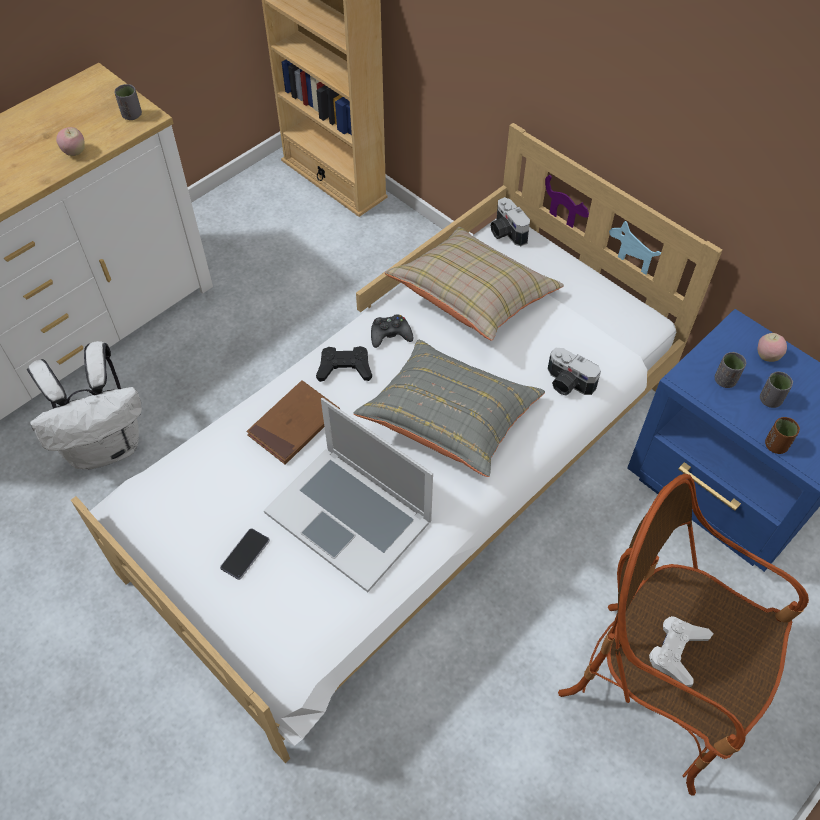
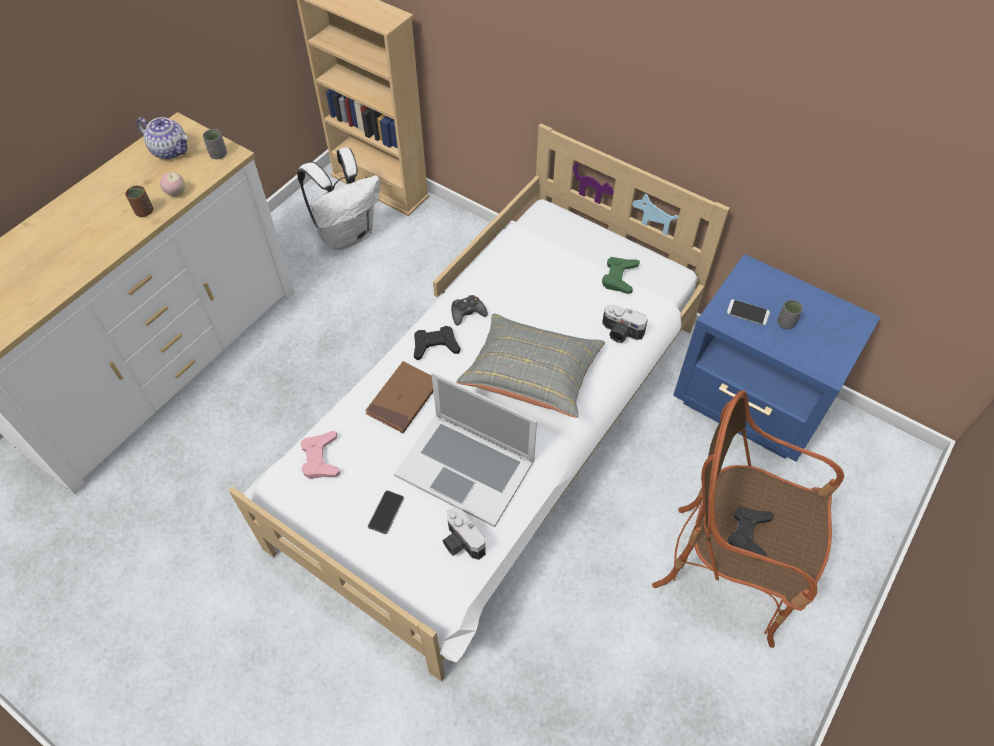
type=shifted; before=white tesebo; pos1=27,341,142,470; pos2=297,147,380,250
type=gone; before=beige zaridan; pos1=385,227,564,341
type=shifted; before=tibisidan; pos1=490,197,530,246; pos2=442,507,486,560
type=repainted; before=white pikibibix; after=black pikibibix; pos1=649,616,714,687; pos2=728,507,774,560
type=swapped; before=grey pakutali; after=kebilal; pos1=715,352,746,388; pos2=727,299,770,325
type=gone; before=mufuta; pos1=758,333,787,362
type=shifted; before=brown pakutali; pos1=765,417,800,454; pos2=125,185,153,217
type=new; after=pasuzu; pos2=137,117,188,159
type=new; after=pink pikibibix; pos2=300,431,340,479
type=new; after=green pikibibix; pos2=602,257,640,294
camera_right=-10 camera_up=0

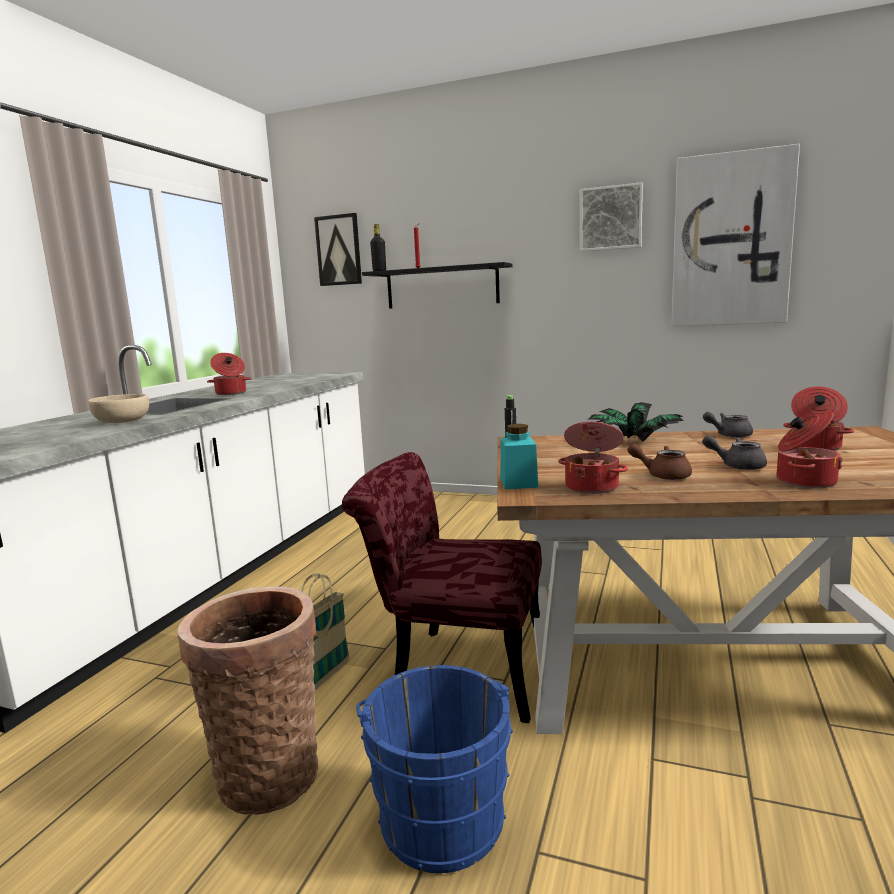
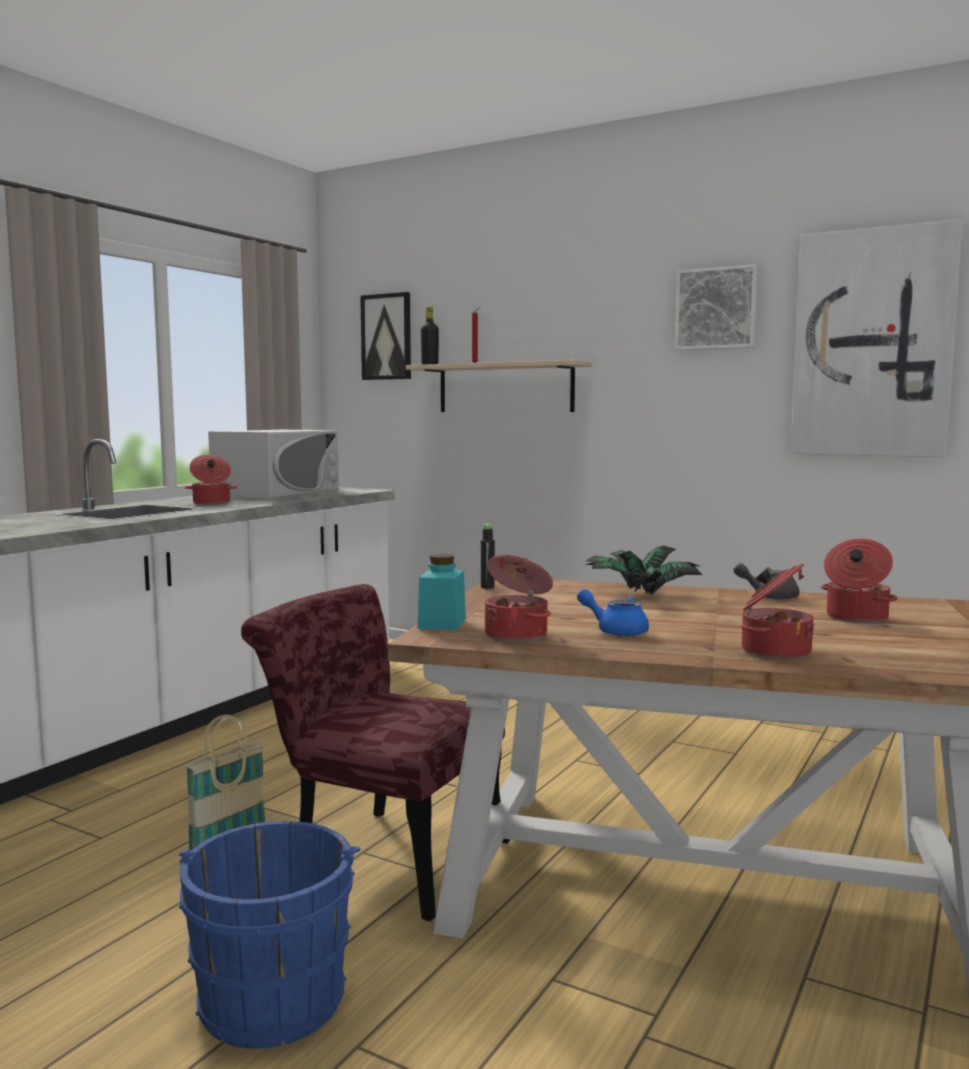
type=gone; before=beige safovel; pos1=88,394,149,423
type=gone; before=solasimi; pos1=177,587,318,815
type=repainted; before=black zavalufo; after=beige zavalufo; pos1=362,262,513,309; pos2=406,360,592,412
type=repainted; before=brown pasuzu; after=blue pasuzu; pos1=627,444,692,480; pos2=577,589,649,637
type=gone; before=grey pasuzu; pos1=702,435,767,470
type=new; after=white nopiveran; pos2=208,430,339,499
camera_right=10 camera_up=-5

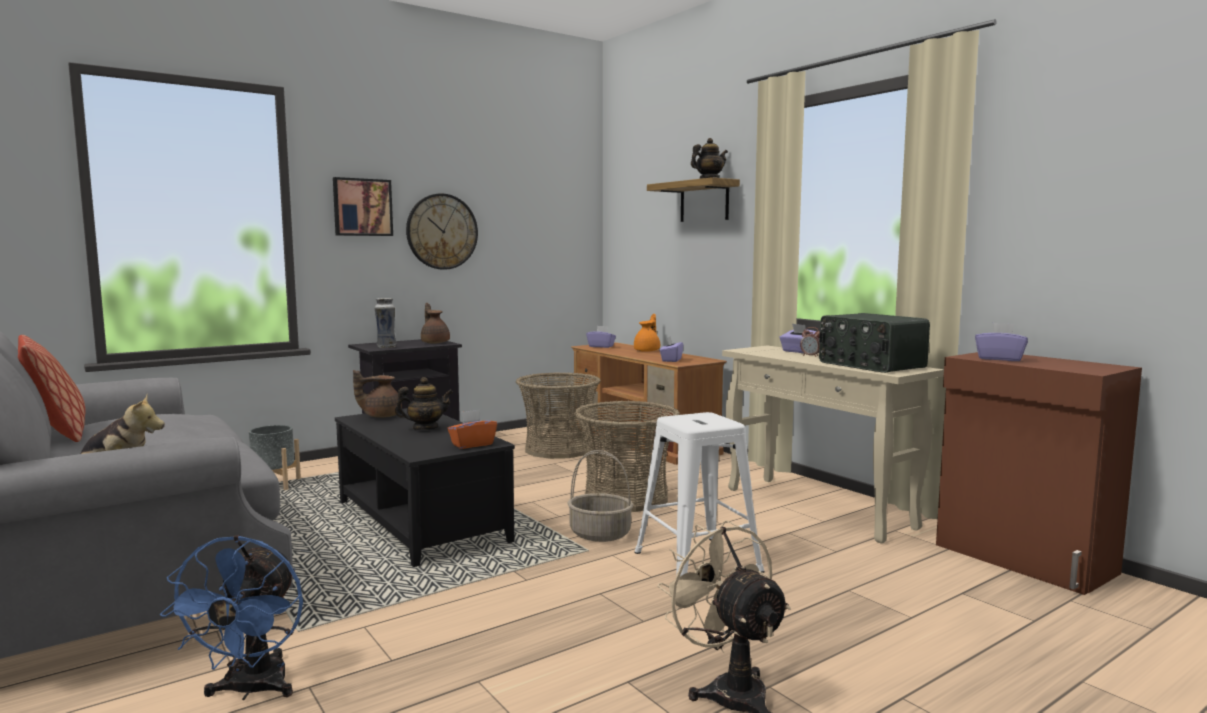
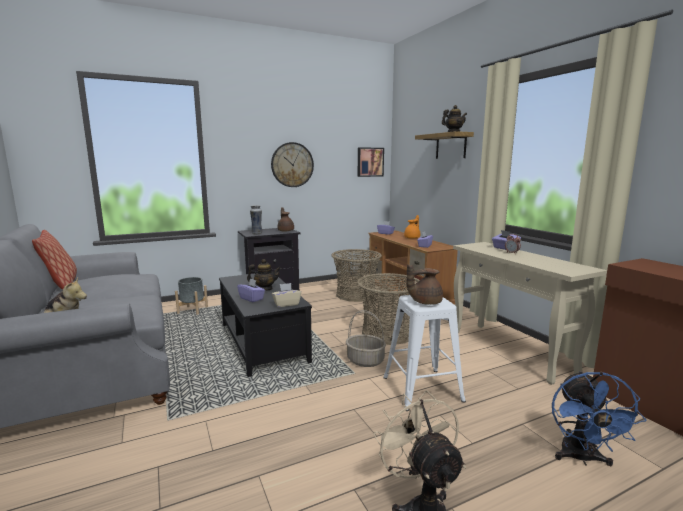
type=shifted; before=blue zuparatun; pos1=160,535,303,700; pos2=552,371,646,466
type=shifted; before=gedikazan; pos1=333,177,393,236; pos2=358,147,384,177
type=shifted; before=brown pasuzu; pos1=353,370,402,417; pos2=406,264,443,305
type=repainted; before=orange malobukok; after=beige malobukok; pos1=447,410,497,449; pos2=272,283,301,307
type=gone; before=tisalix; pos1=819,313,930,373
type=shifted; before=purple malobukok; pos1=975,323,1028,361; pos2=237,278,265,302
camera_right=10 camera_up=5

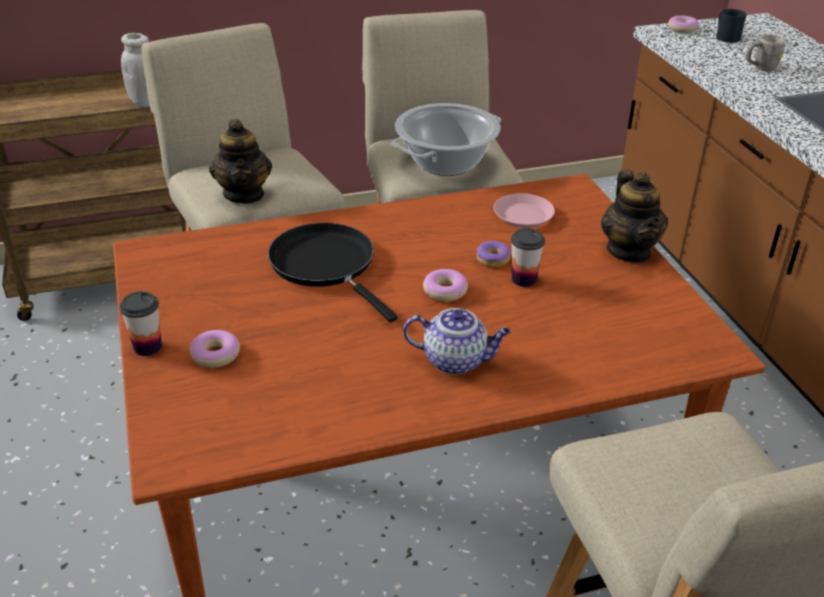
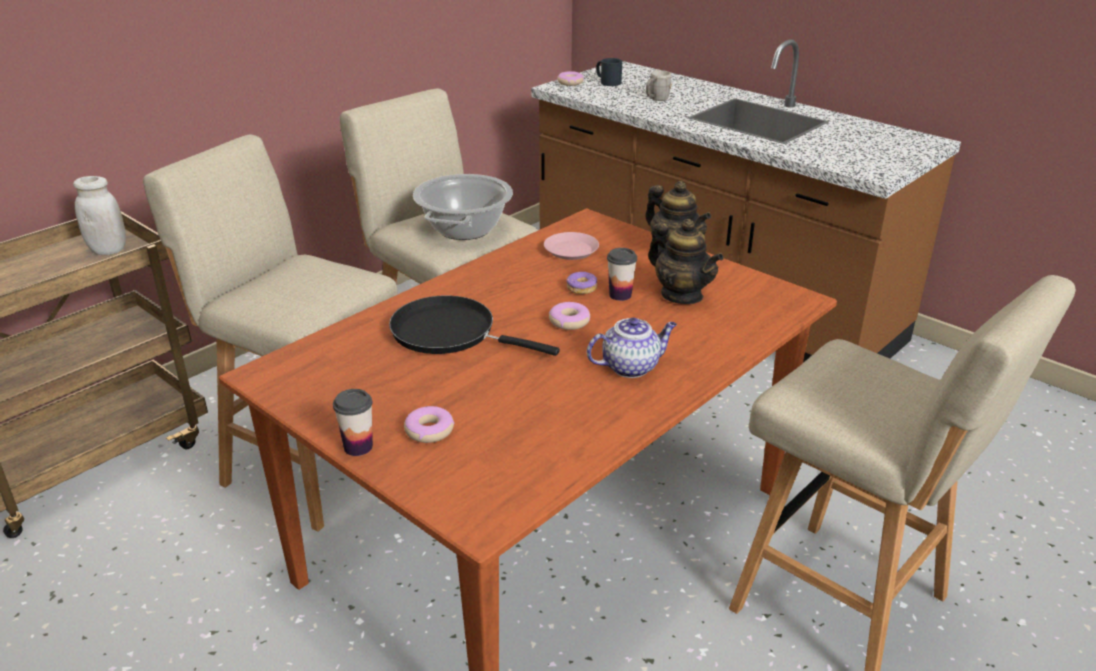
type=shifted; before=pasuzu; pos1=209,119,272,204; pos2=648,219,724,304
camera_right=-30 camera_up=-5

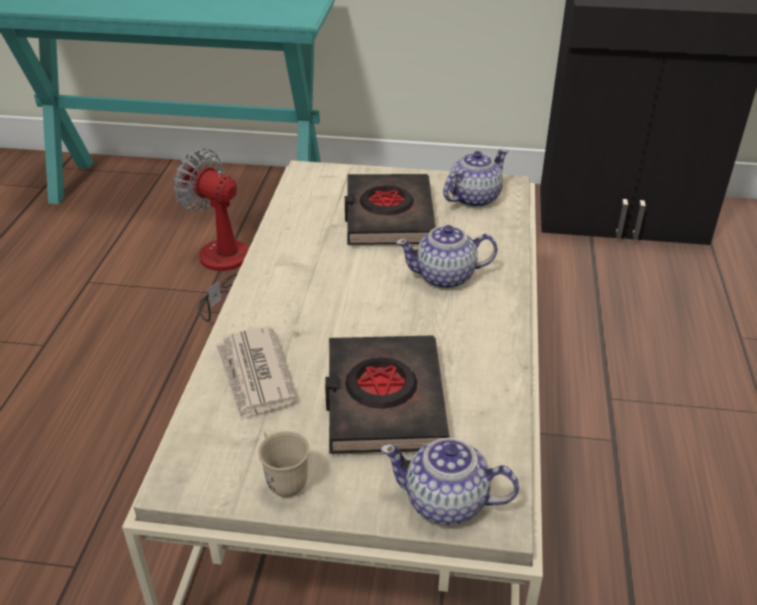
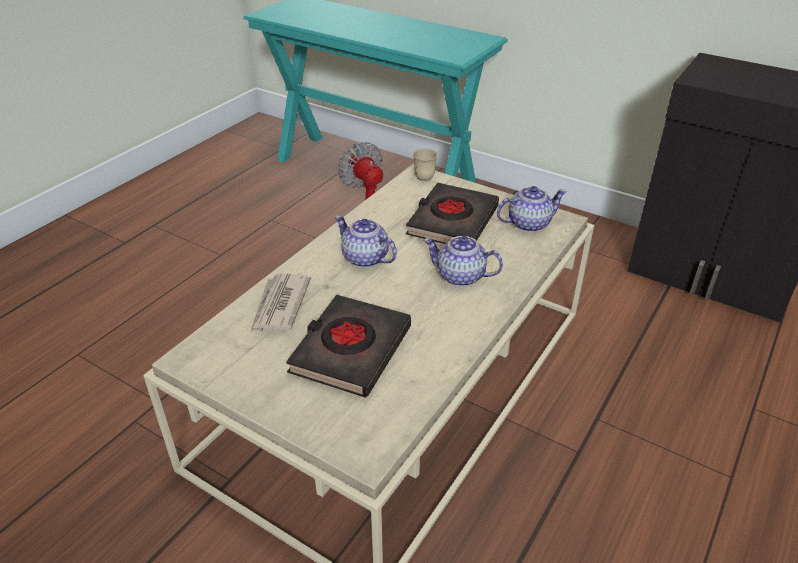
type=shifted; before=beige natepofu; pos1=258,430,310,498; pos2=413,149,438,181
type=shifted; before=pasuzu; pos1=380,438,519,525; pos2=335,215,397,268
camera_right=25 camera_up=0

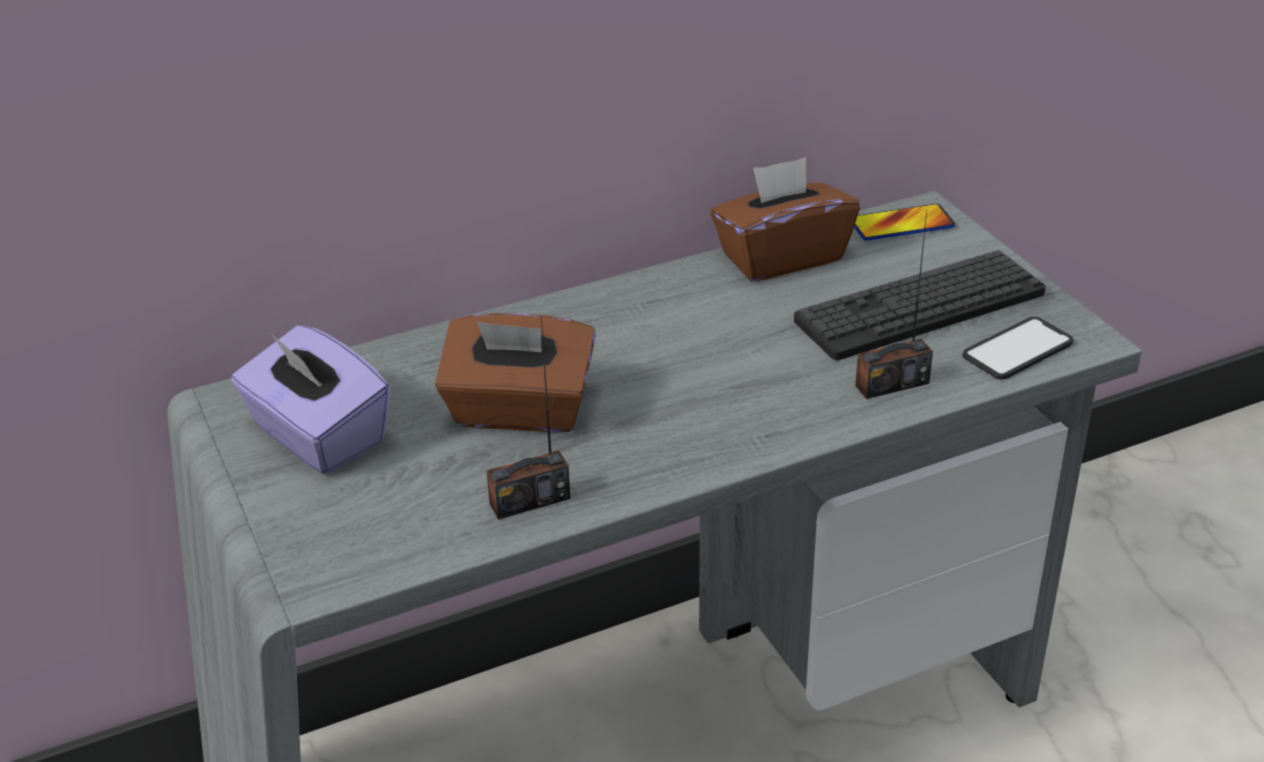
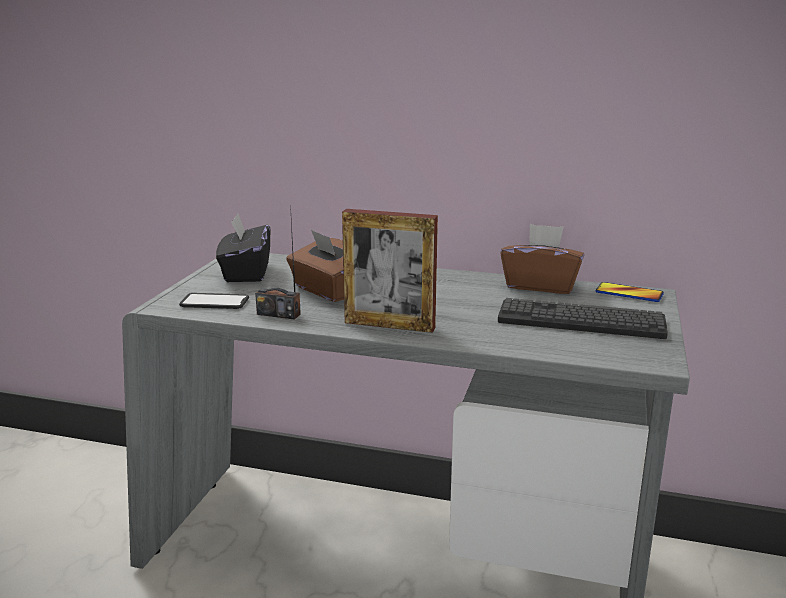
type=repainted; before=purple malobukok; after=black malobukok; pos1=231,325,390,474; pos2=216,213,270,282
type=gone; before=tisalix; pos1=855,210,933,399
type=shifted; before=kebilal; pos1=962,317,1074,379; pos2=179,293,249,309
type=new; after=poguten; pos2=342,209,438,333
camera_right=40 camera_up=-15

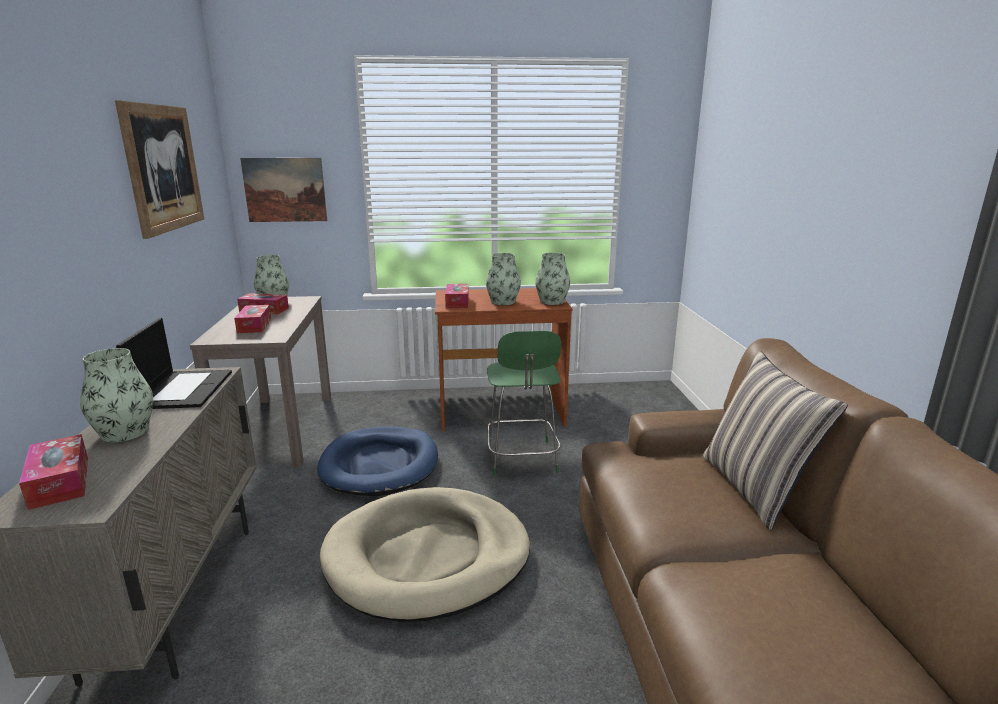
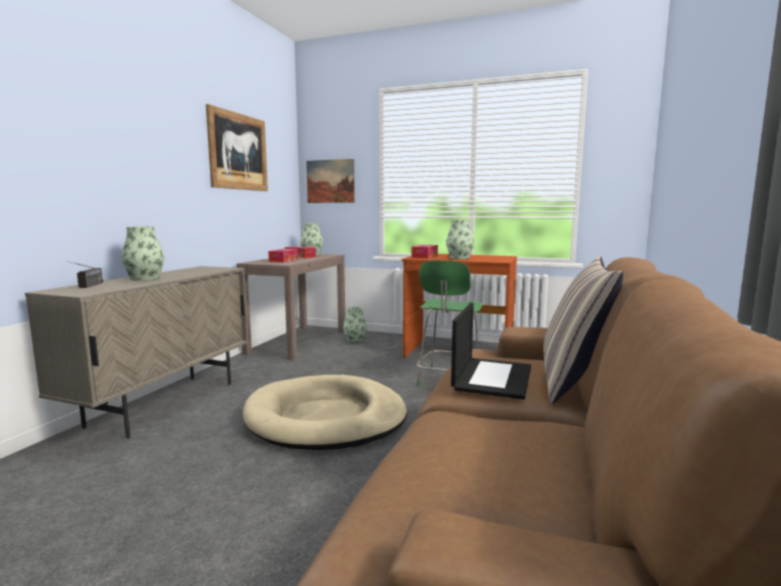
type=swapped; before=malobukok; after=tisalix; pos1=19,434,88,510; pos2=68,261,104,288
type=shifted; before=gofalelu; pos1=116,318,232,409; pos2=451,303,531,400
type=gone; before=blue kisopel; pos1=317,427,438,496
type=shifted; before=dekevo; pos1=535,253,570,305; pos2=343,307,367,342
camera_right=25 camera_up=-10

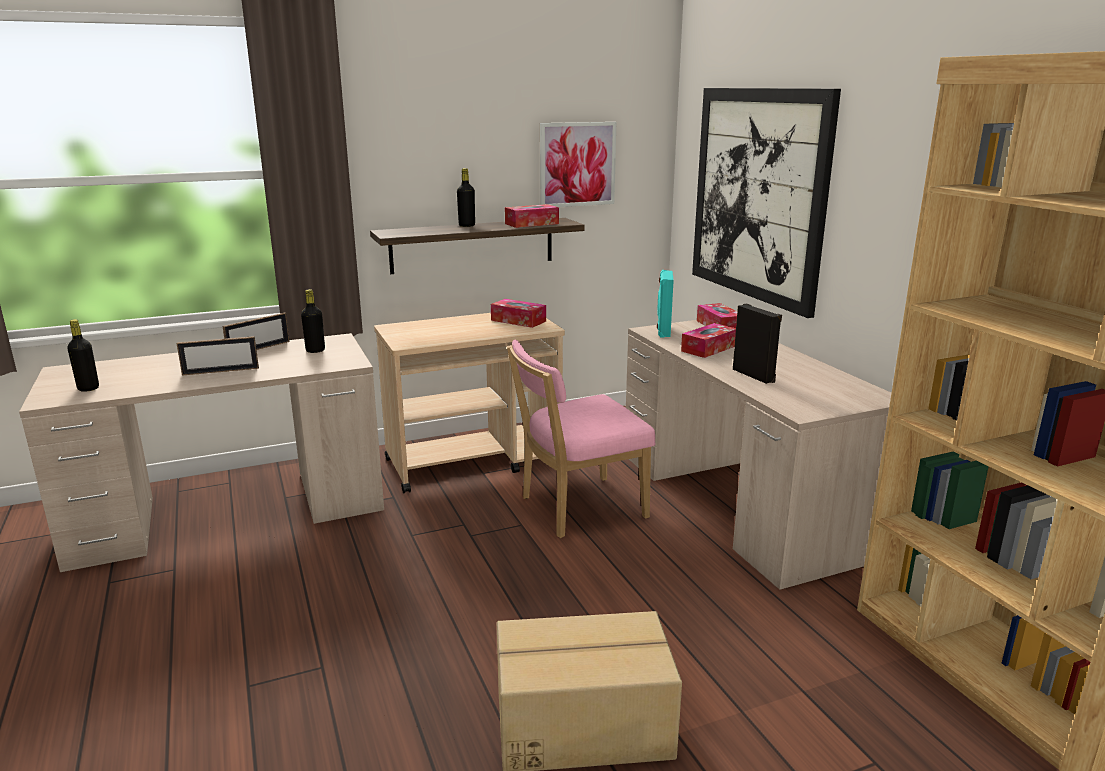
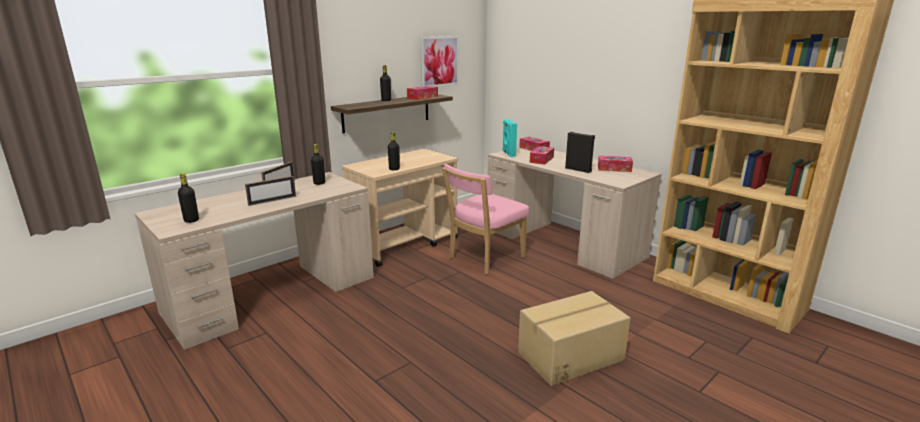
type=shifted; before=malobukok; pos1=491,299,546,328; pos2=598,156,633,172
type=gone; before=gedikazan; pos1=692,88,841,318
type=new; after=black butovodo; pos2=388,132,400,170
camera_right=-20 camera_up=0

